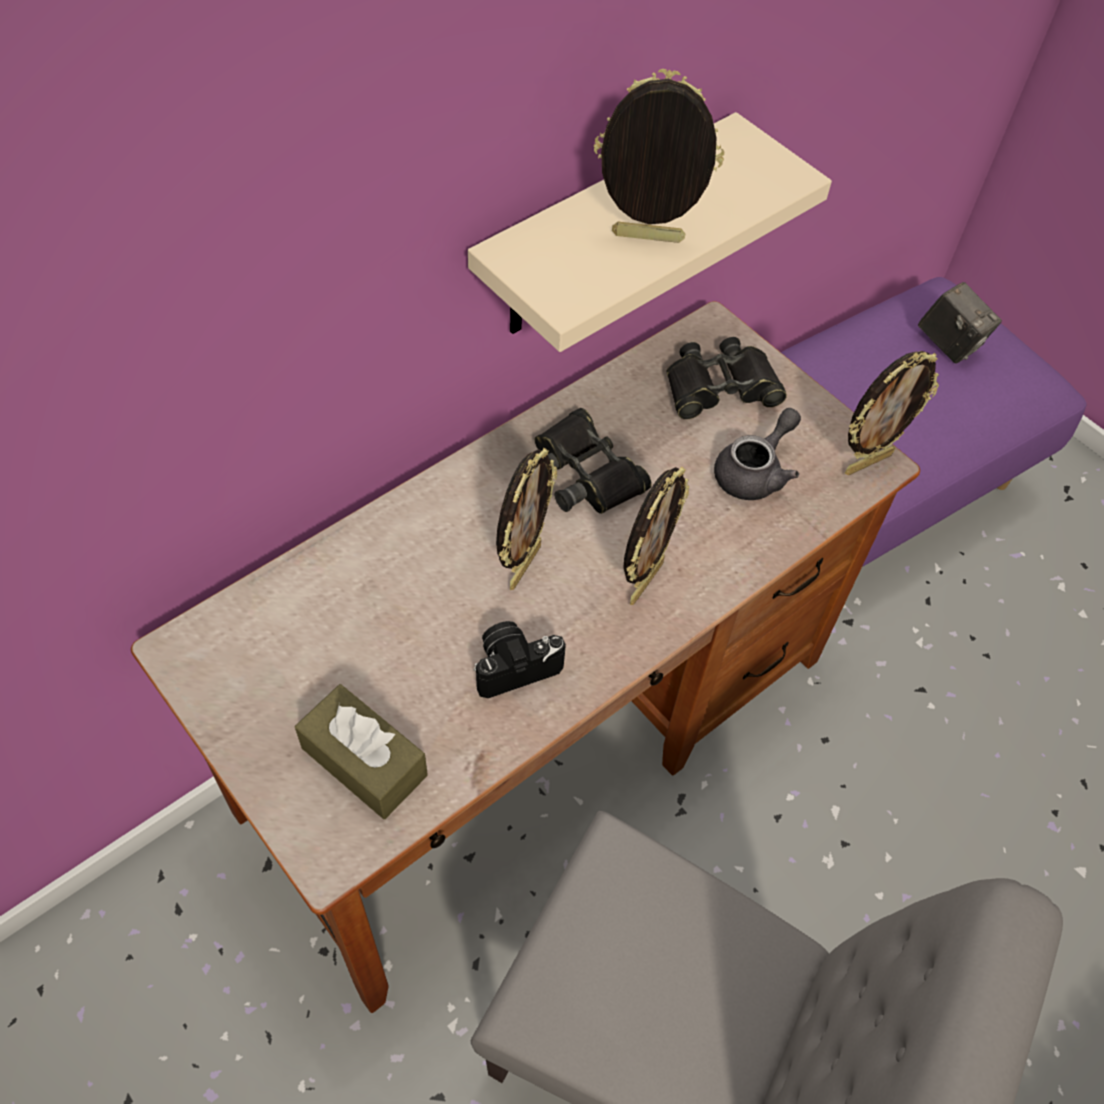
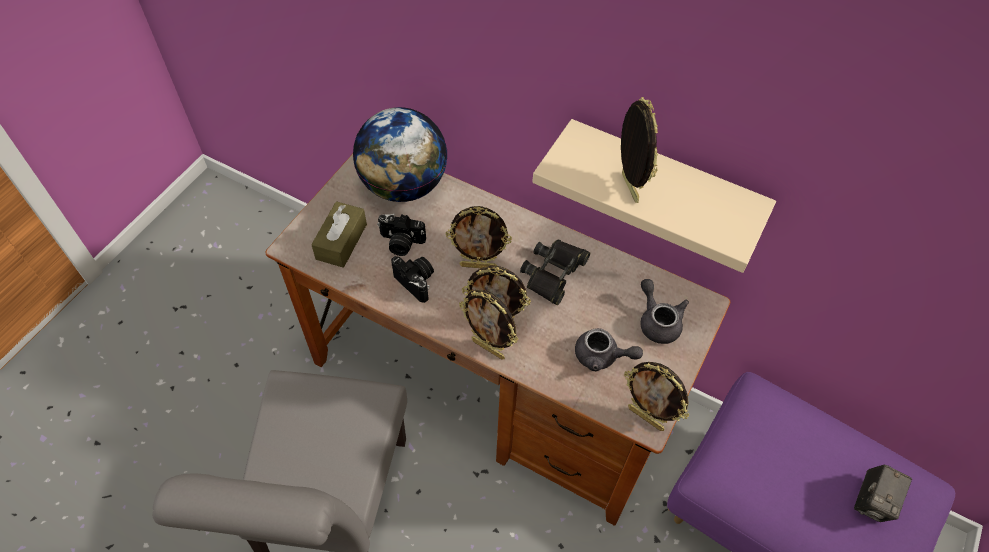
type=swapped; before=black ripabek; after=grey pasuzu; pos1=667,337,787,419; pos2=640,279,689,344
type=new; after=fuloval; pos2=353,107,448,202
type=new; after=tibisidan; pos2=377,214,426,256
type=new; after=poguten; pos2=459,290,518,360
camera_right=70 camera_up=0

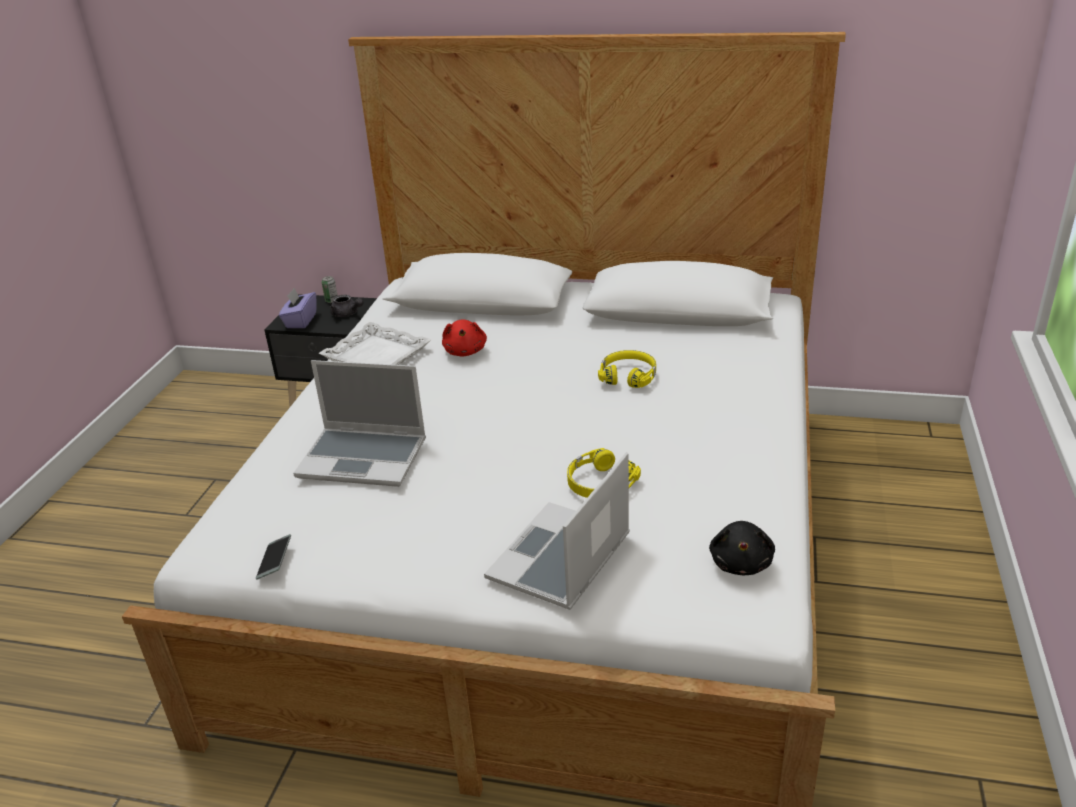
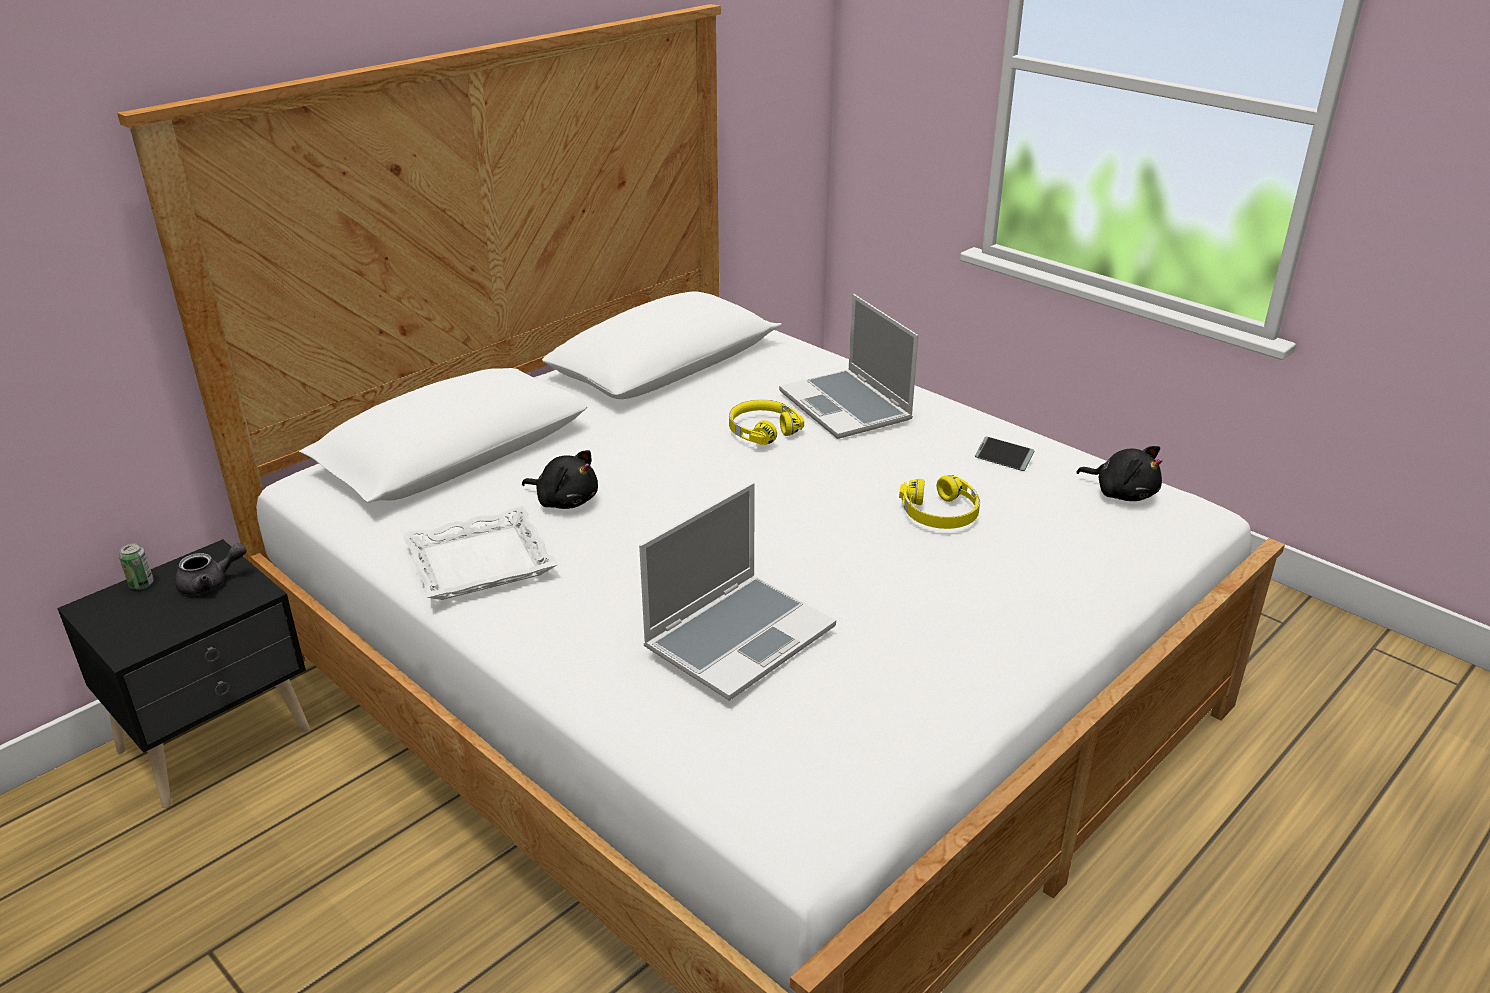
type=shifted; before=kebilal; pos1=256,534,291,580; pos2=975,436,1034,471
type=gone; before=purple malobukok; pos1=279,288,317,328
type=repainted; before=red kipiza; after=black kipiza; pos1=442,319,487,356; pos2=522,450,598,509
type=shifted; before=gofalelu; pos1=484,452,630,610; pos2=779,294,919,439
camera_right=-60 camera_up=0

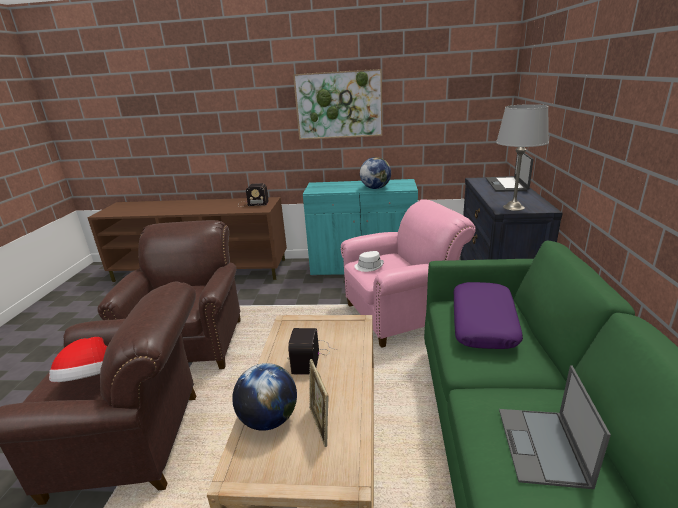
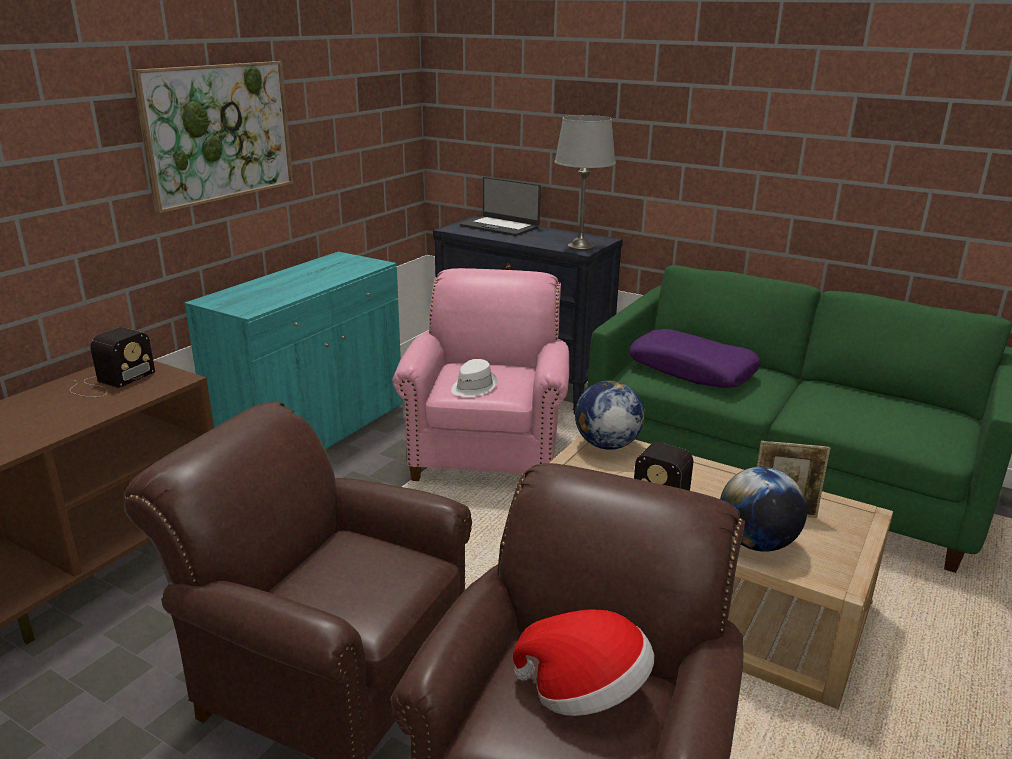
type=shifted; before=fuloval; pos1=360,157,391,189; pos2=575,381,645,450
type=gone; before=gofalelu; pos1=499,365,611,489
camera_right=-65 camera_up=0

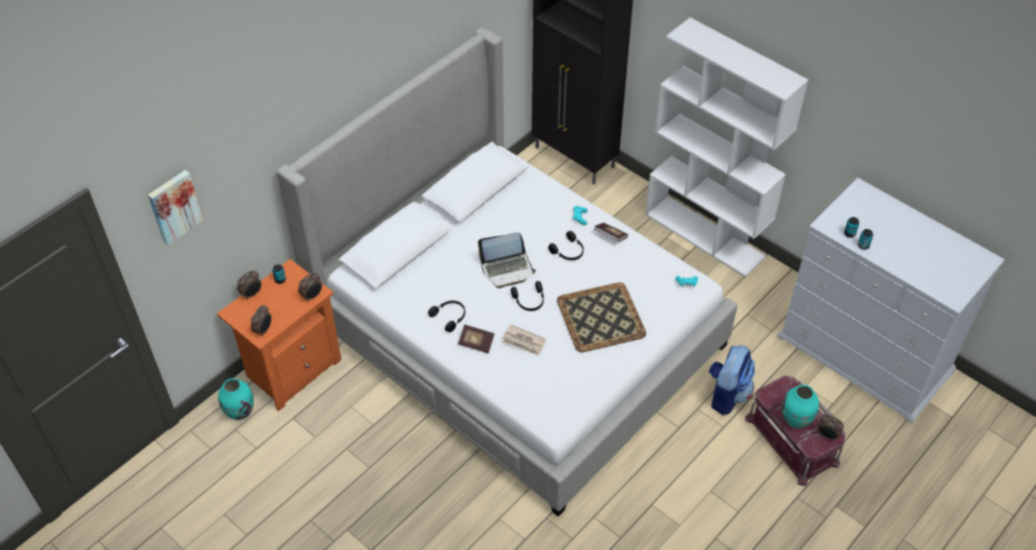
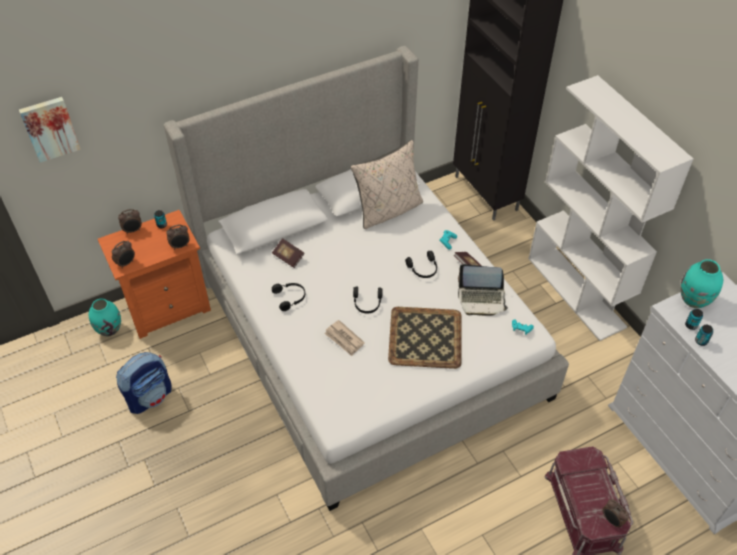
type=shifted; before=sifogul; pos1=458,324,495,353; pos2=272,238,304,268
type=shifted; before=gofalelu; pos1=478,232,536,288; pos2=458,264,508,316
type=shifted; before=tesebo; pos1=709,345,755,415; pos2=116,352,172,414
type=shifted; before=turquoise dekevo; pos1=782,385,819,428; pos2=680,259,723,308
type=new; after=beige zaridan; pos2=351,140,423,229
camera_right=20 camera_up=0

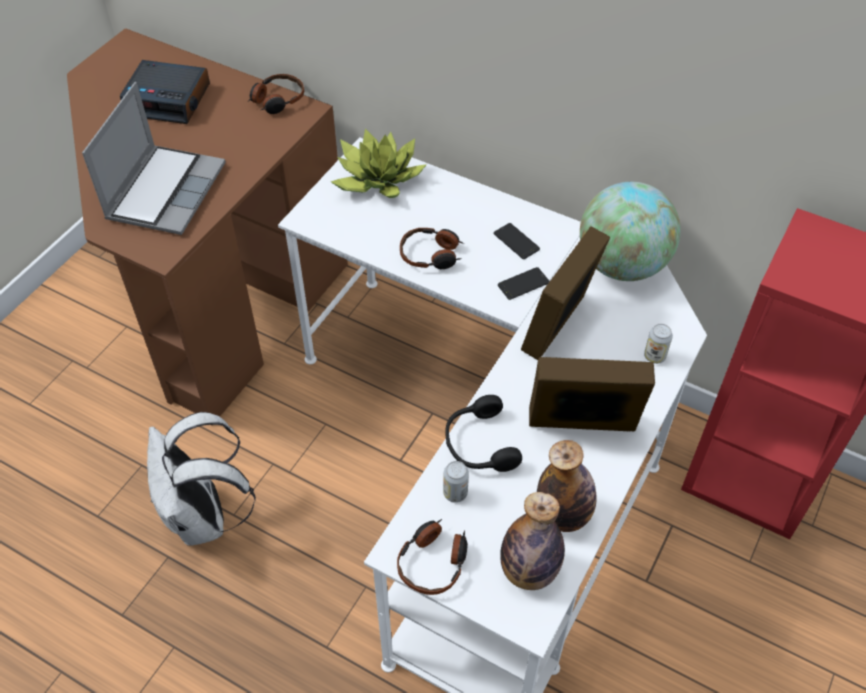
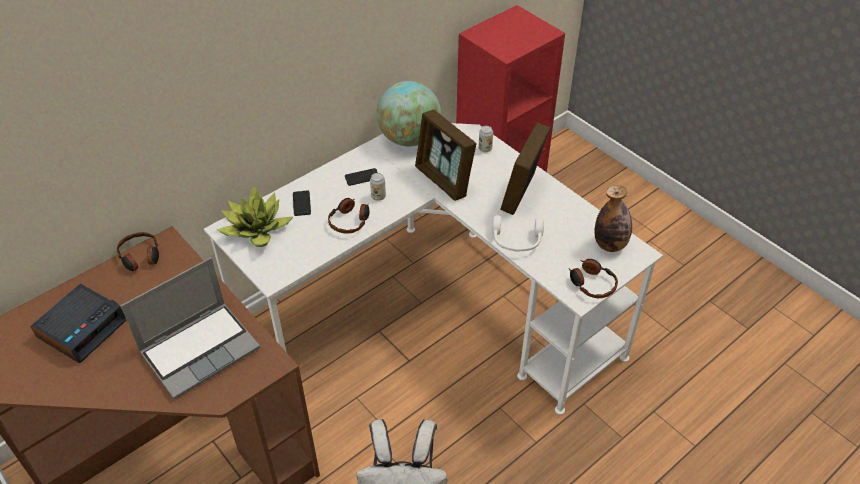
type=rotated; before=gofalelu; pos1=82,82,225,235; pos2=121,257,260,399; turn=105
type=shifted; before=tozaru; pos1=443,461,469,503; pos2=370,173,386,201
type=repainted; before=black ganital; after=white ganital; pos1=445,395,522,472; pos2=492,215,544,252
type=shifted; before=kebilal; pos1=498,267,550,300; pos2=293,190,311,216
type=gone; before=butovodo; pos1=537,440,597,532
camera_right=-70 camera_up=-5

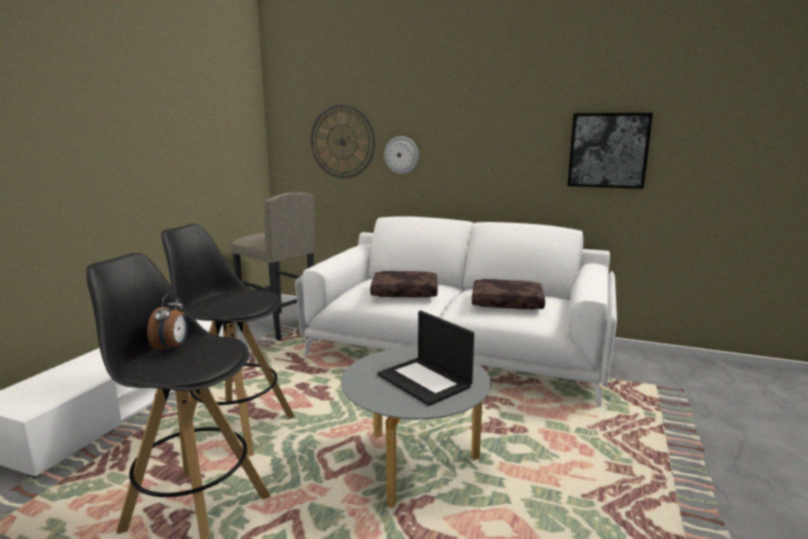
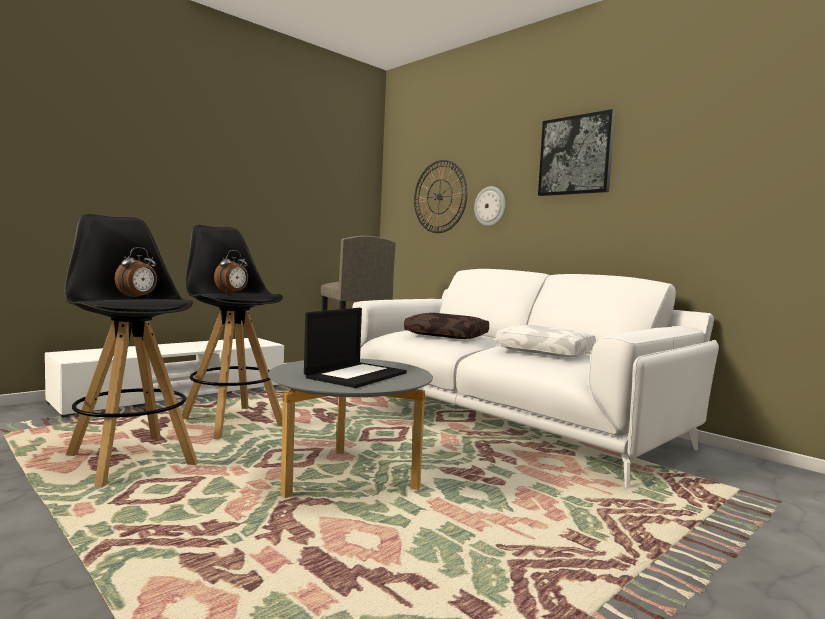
type=rotated; before=gofalelu; pos1=377,310,474,406; pos2=304,308,407,388; turn=-135
type=repainted; before=brown zaridan; after=white zaridan; pos1=472,279,545,310; pos2=495,325,596,357
type=shifted; before=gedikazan; pos1=568,113,653,189; pos2=538,109,615,196
type=new; after=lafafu; pos2=214,250,248,293
camera_right=25 camera_up=-10

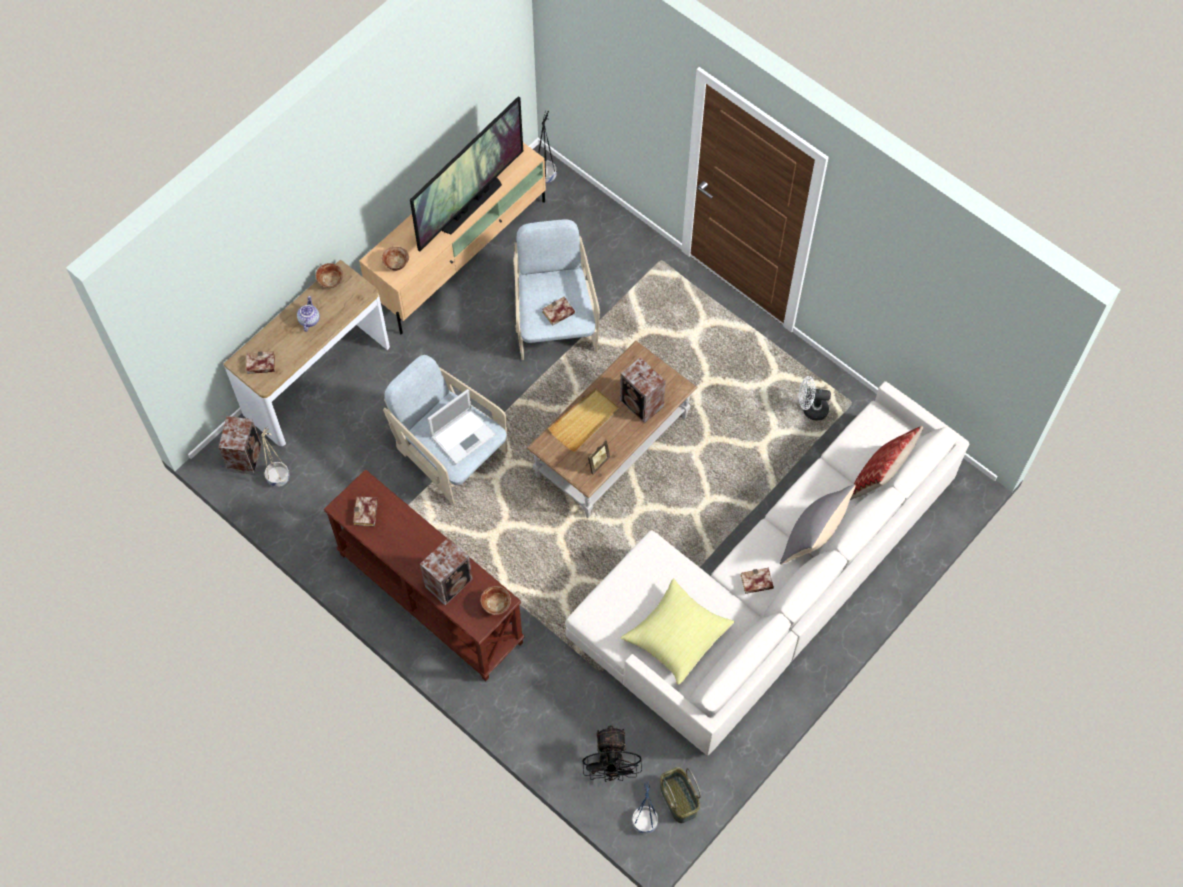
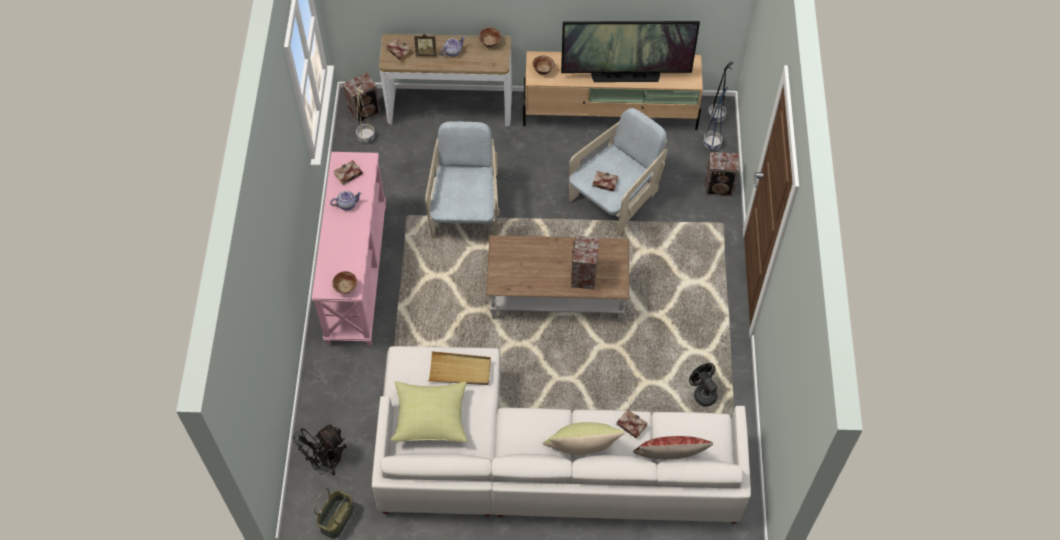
type=repainted; before=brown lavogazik; after=pink lavogazik; pos1=324,469,524,681; pos2=312,152,386,346
type=shifted; before=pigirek; pos1=420,538,473,605; pos2=705,152,739,196
type=gone; before=gofalelu; pos1=427,389,496,464
type=shifted; before=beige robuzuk; pos1=548,388,619,452; pos2=429,351,491,385
type=shifted; before=poguten; pos1=585,440,610,475; pos2=414,34,436,57
type=shifted; before=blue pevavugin; pos1=632,781,658,834; pos2=703,87,728,150
type=shifted; before=sifogul; pos1=741,568,774,594; pos2=617,409,648,439
type=repainted; before=grey zaridan; after=yellow zaridan; pos1=780,484,855,565; pos2=542,422,625,455
type=repainted; before=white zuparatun; after=black zuparatun; pos1=799,376,831,421; pos2=689,363,718,407
type=new; after=pasuzu; pos2=330,191,362,210
camera_right=50 camera_up=-5

